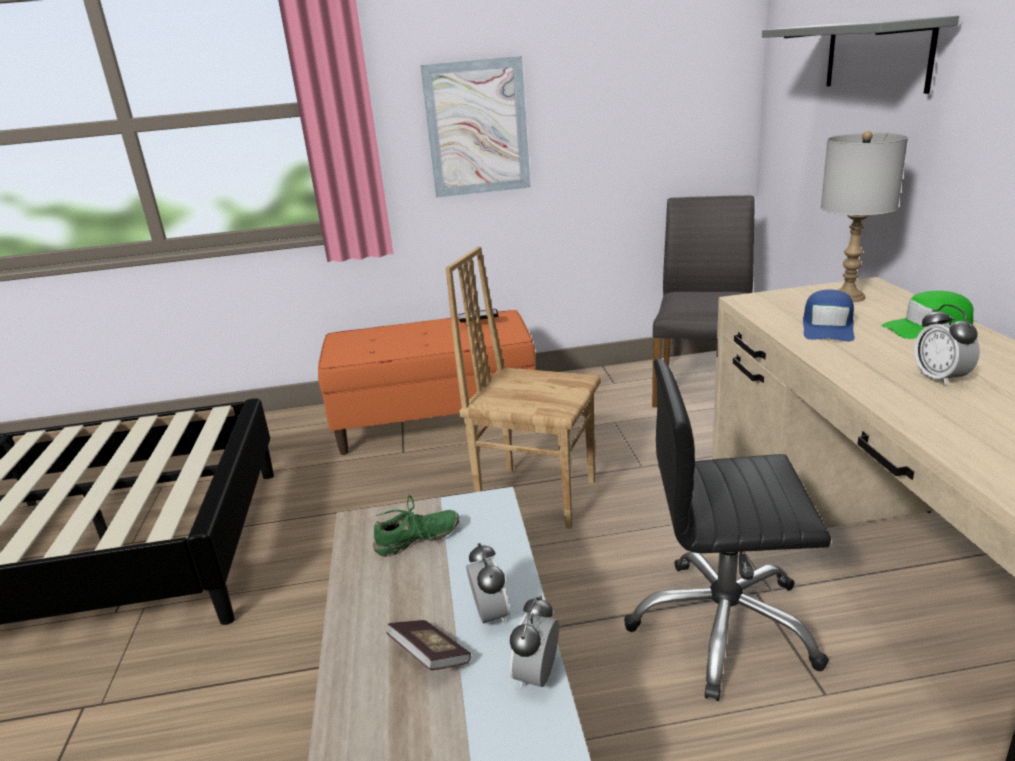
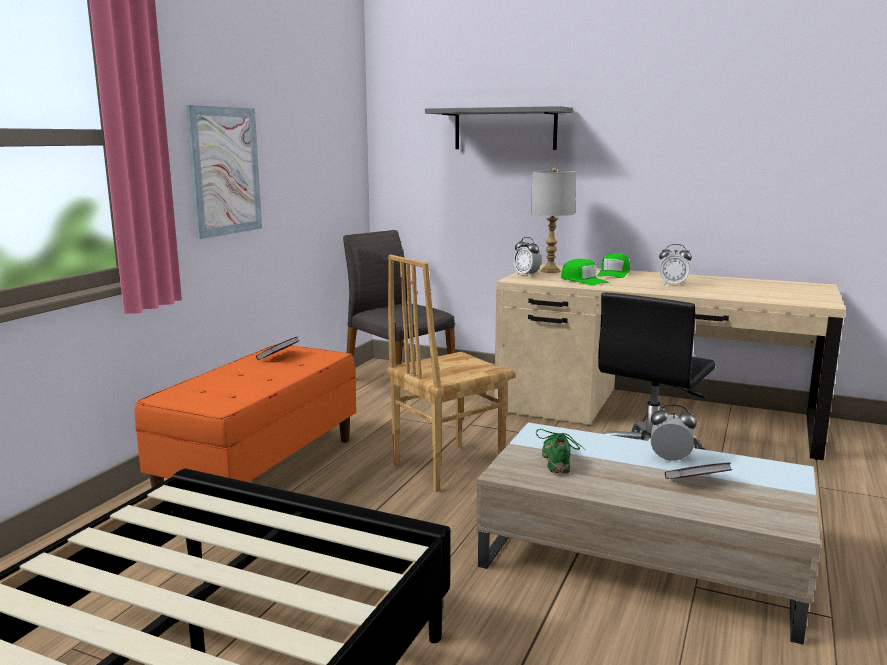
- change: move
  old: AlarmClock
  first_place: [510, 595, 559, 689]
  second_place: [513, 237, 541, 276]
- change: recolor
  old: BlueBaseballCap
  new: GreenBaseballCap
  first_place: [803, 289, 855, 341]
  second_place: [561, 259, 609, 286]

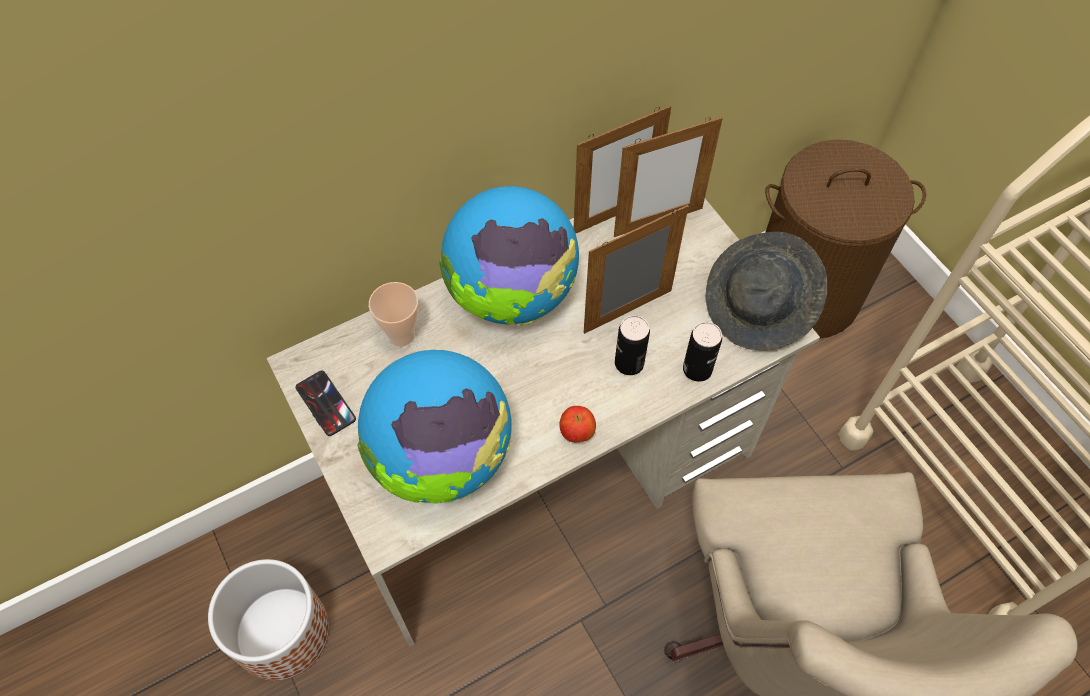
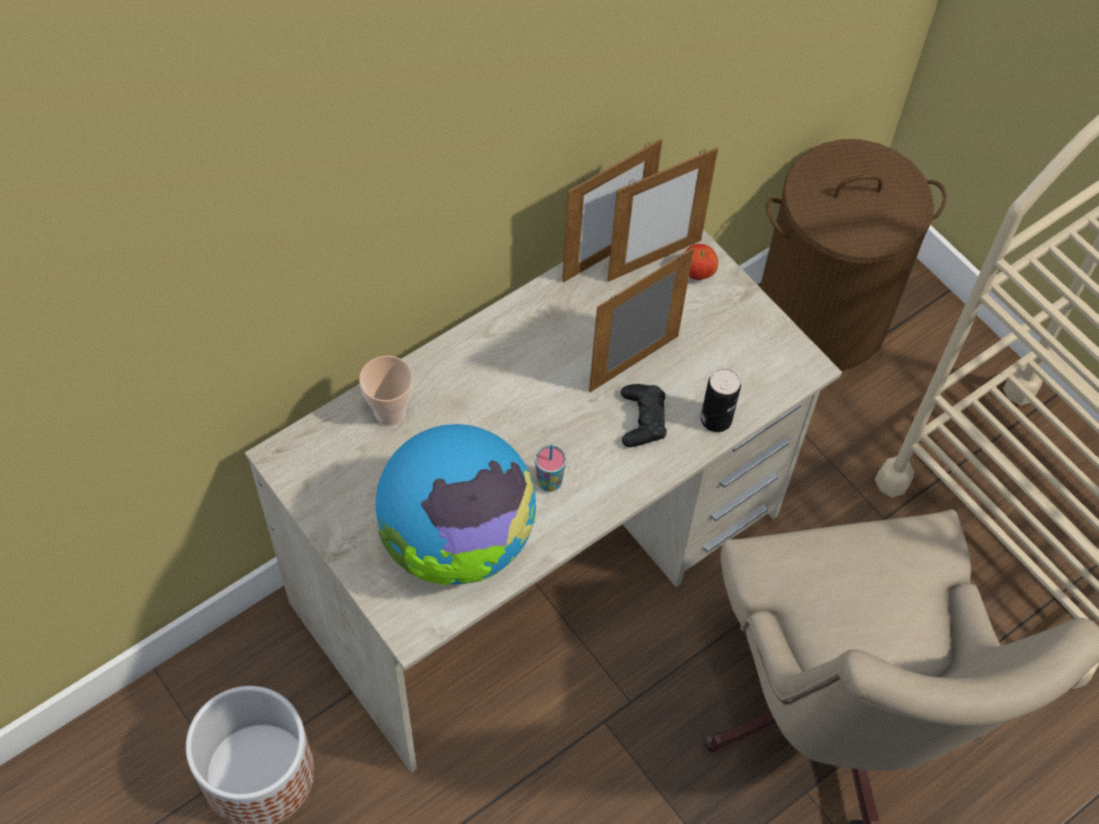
- change: delete
  old: Phone
  first_place: [296, 370, 356, 436]
- change: delete
  old: Globe
  first_place: [439, 186, 579, 326]
- change: move
  old: AppleFruit
  first_place: [559, 406, 596, 442]
  second_place: [685, 244, 718, 280]
- change: replace
  old: Can
  new: BlackColouredJoypad
  first_place: [615, 315, 650, 375]
  second_place: [621, 384, 667, 447]
- change: delete
  old: GreyHat
  first_place: [706, 232, 827, 350]
- change: insert
  new: DrinkingCup
  second_place: [535, 444, 567, 492]

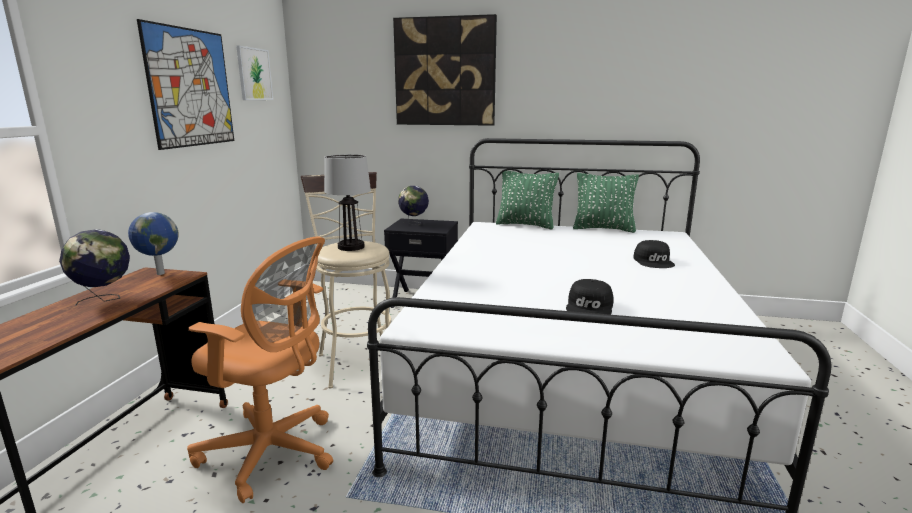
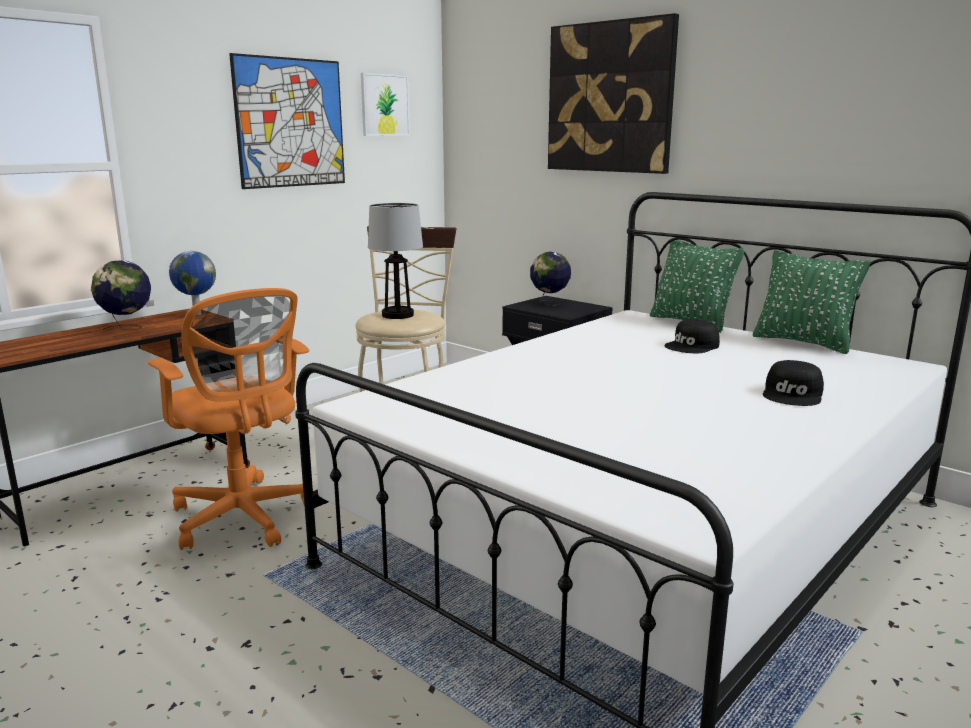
- change: move
  old: BlackColouredBaseballCap
  first_place: [566, 279, 614, 315]
  second_place: [664, 319, 720, 353]

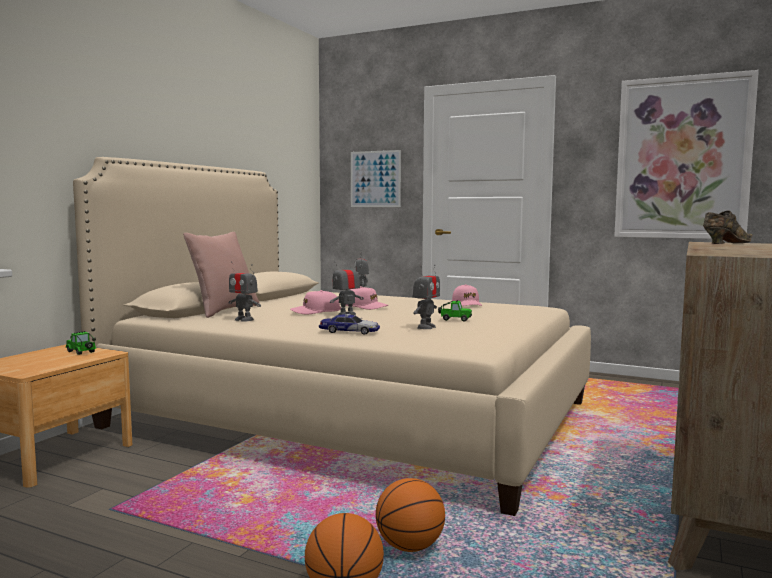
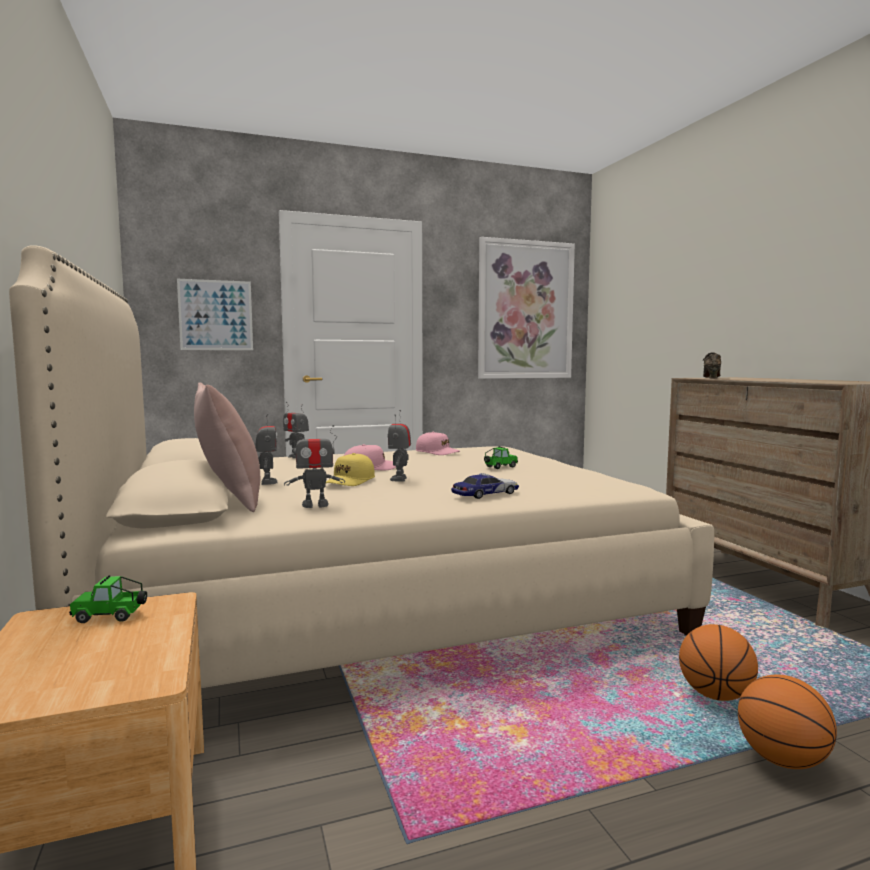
- change: recolor
  old: PinkBaseballCap
  new: YellowColouredBaseballCap
  first_place: [290, 290, 341, 315]
  second_place: [325, 453, 375, 486]
- change: move
  old: RobotFigure
  first_place: [413, 264, 440, 329]
  second_place: [255, 414, 278, 485]

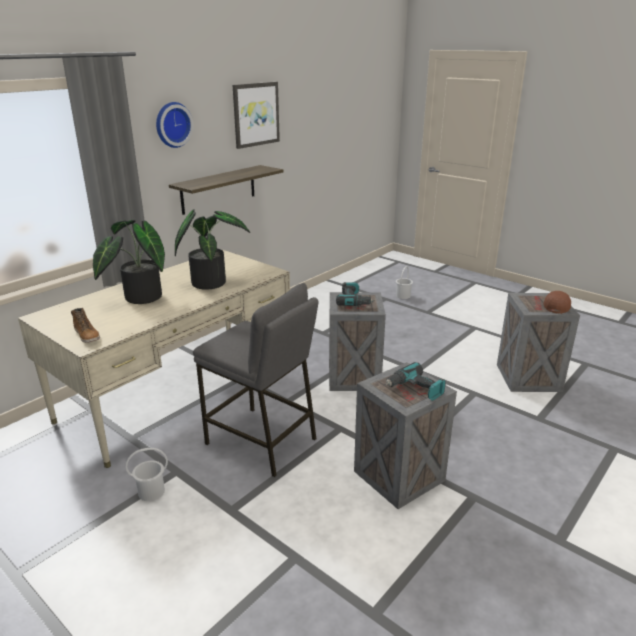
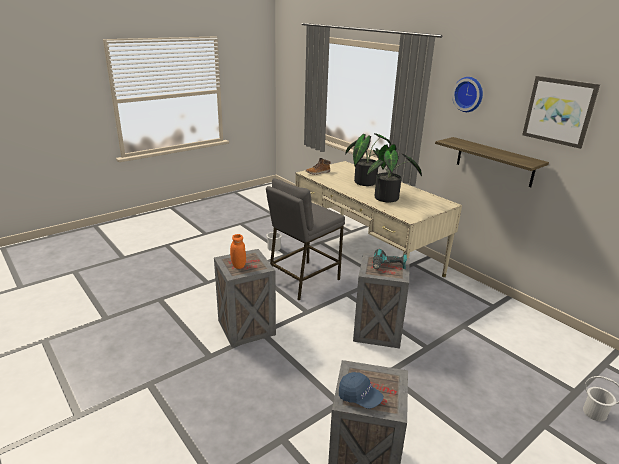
- change: replace
  old: PowerDrill
  new: OrangeJar
  first_place: [385, 362, 446, 401]
  second_place: [230, 234, 246, 269]
- change: recolor
  old: BrownishBaseballCap
  new: BlueBaseballCap
  first_place: [543, 291, 571, 314]
  second_place: [339, 372, 384, 409]

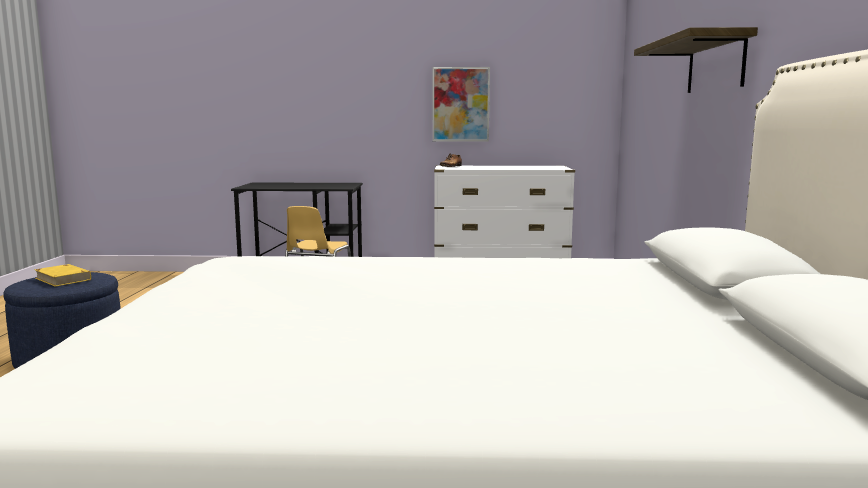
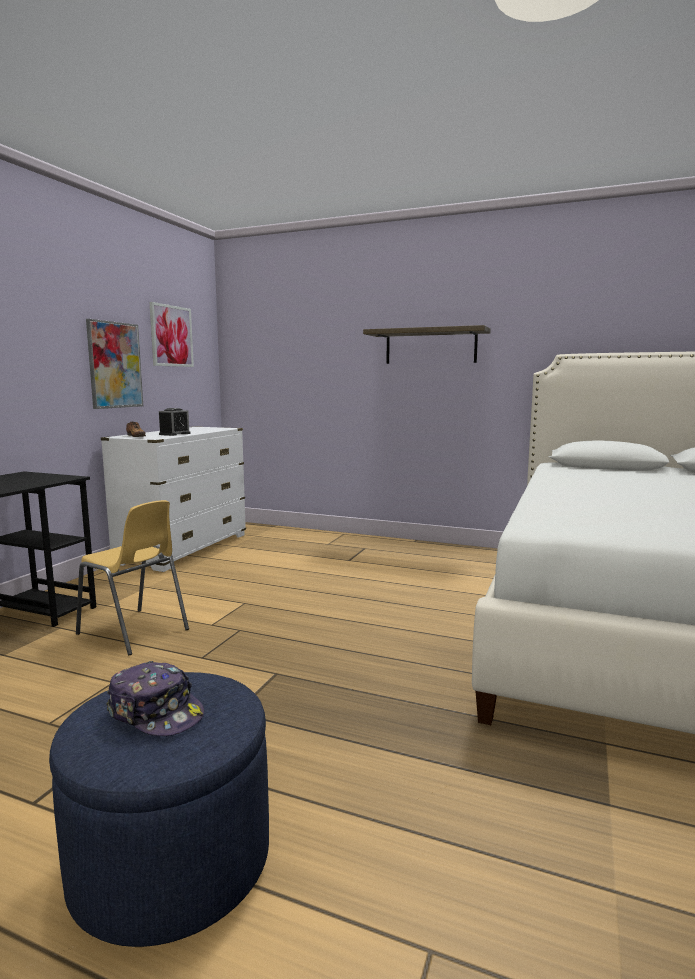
- change: replace
  old: YellowColouredVolume
  new: BaseballCap
  first_place: [34, 264, 91, 287]
  second_place: [106, 661, 204, 736]
- change: insert
  new: WallArt
  second_place: [149, 302, 194, 367]
- change: insert
  new: AlarmClock
  second_place: [159, 408, 191, 436]

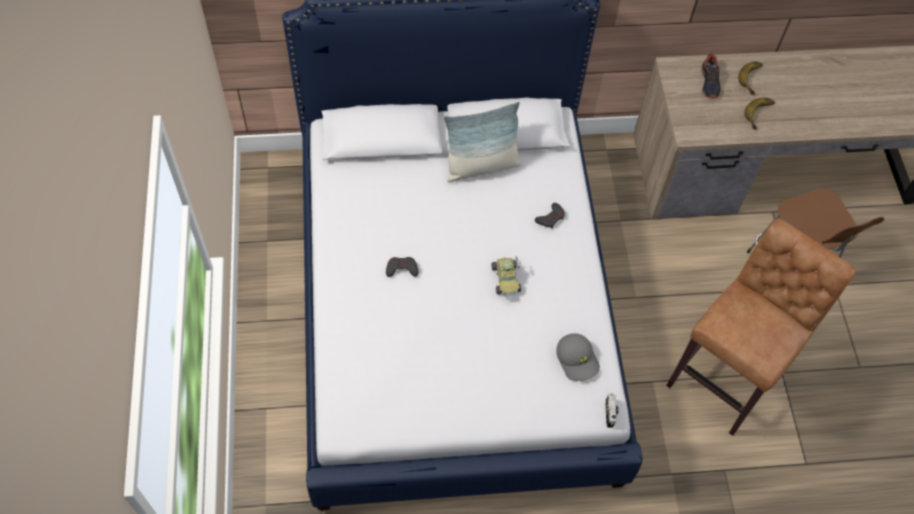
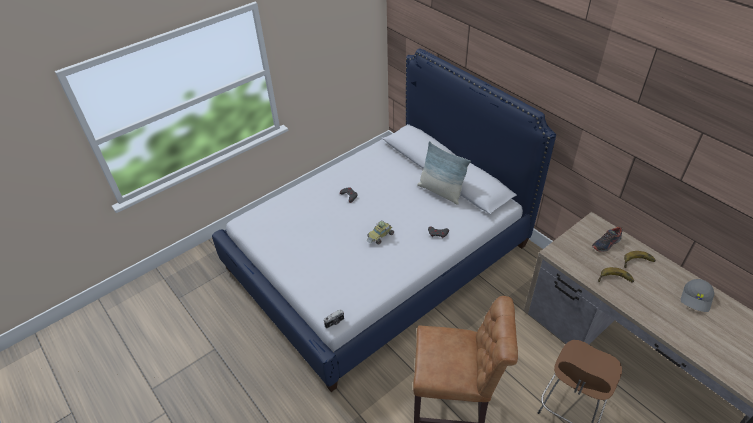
- change: move
  old: GreyBaseballCap
  first_place: [556, 333, 600, 381]
  second_place: [681, 279, 714, 312]

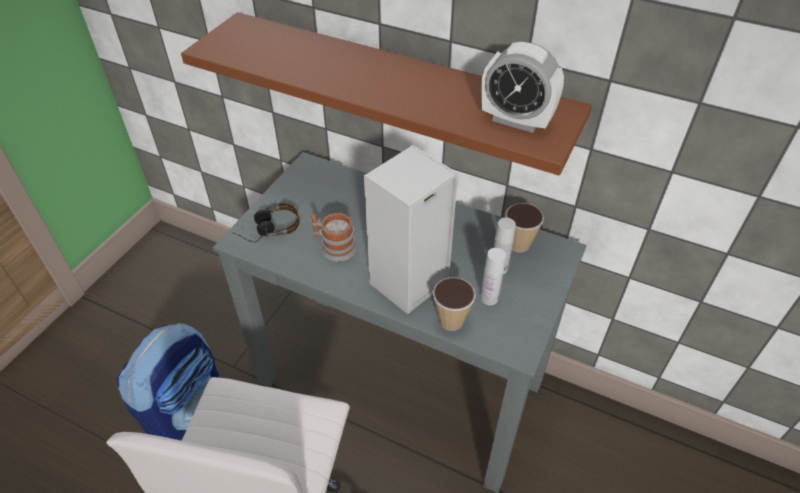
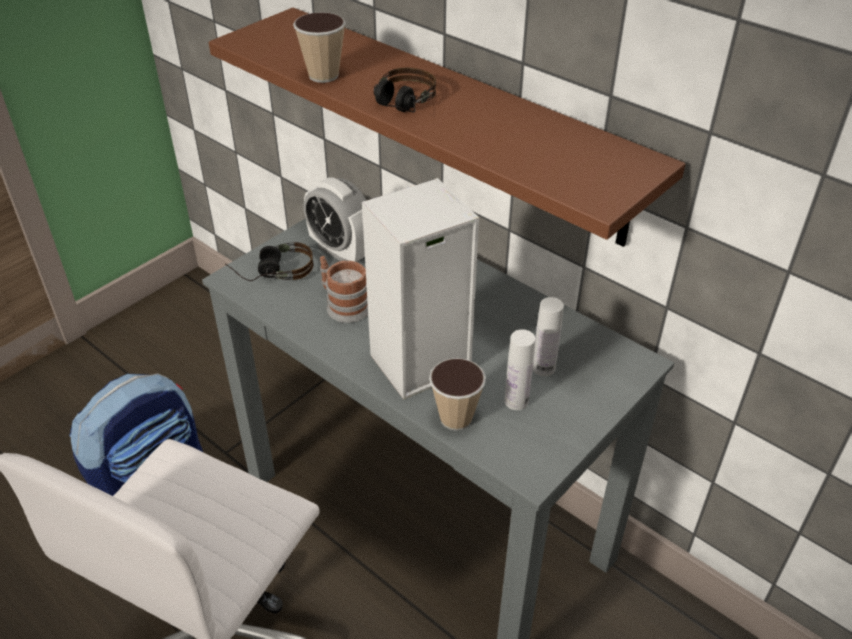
- change: move
  old: AlarmClock
  first_place: [481, 42, 564, 133]
  second_place: [304, 177, 367, 262]
- change: move
  old: DrinkingCup
  first_place: [505, 203, 544, 253]
  second_place: [293, 12, 346, 83]
- change: insert
  new: Headphones
  second_place: [374, 68, 436, 112]

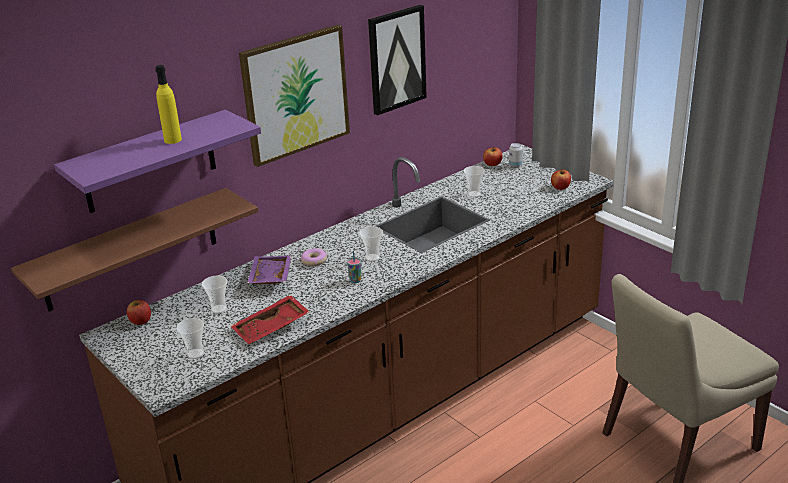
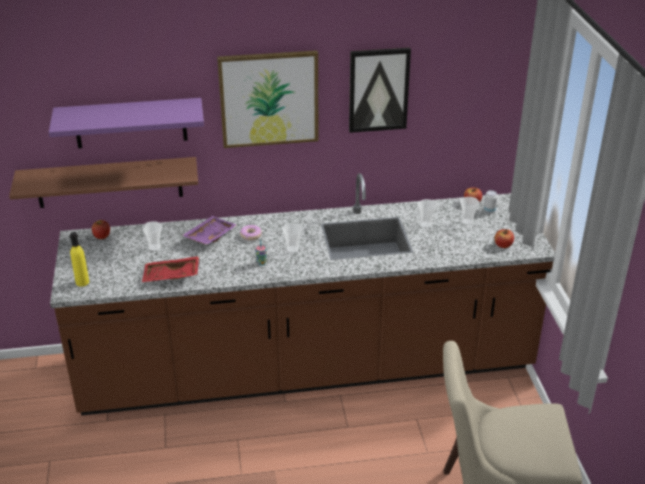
- change: move
  old: YellowColouredBeverageBottle
  first_place: [155, 65, 182, 144]
  second_place: [70, 232, 89, 287]
- change: move
  old: DrinkingCup
  first_place: [176, 318, 204, 359]
  second_place: [460, 197, 479, 225]

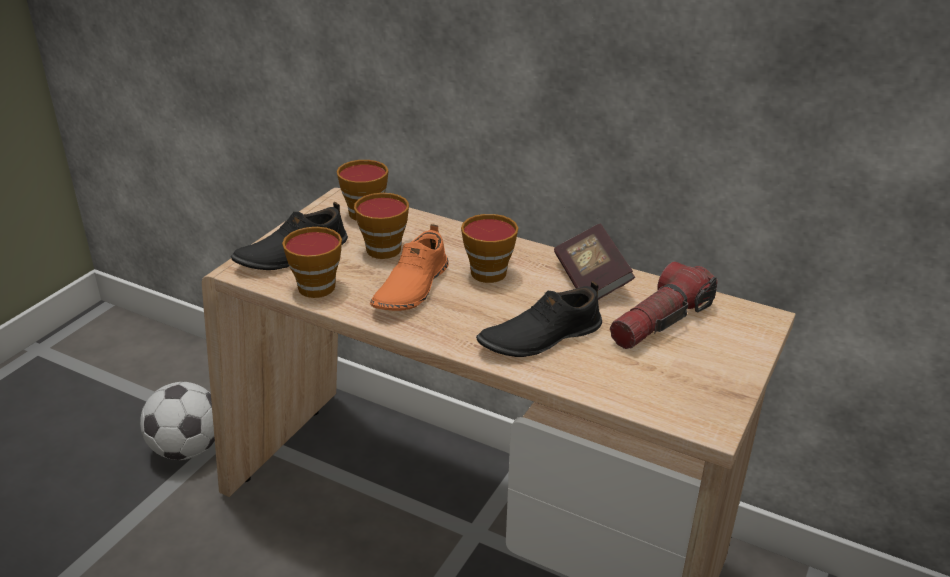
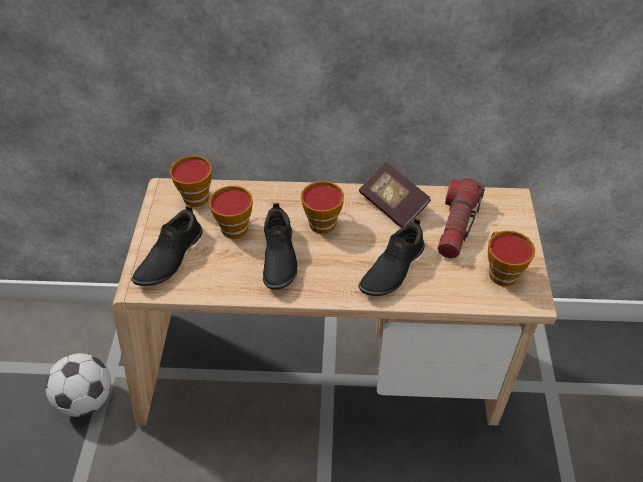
- change: move
  old: DrinkingCup
  first_place: [282, 227, 342, 298]
  second_place: [488, 231, 535, 286]
- change: recolor
  old: OrangeItemOfFootwear
  new: BlackColouredItemOfFootwear
  first_place: [370, 224, 449, 311]
  second_place: [263, 203, 297, 290]

